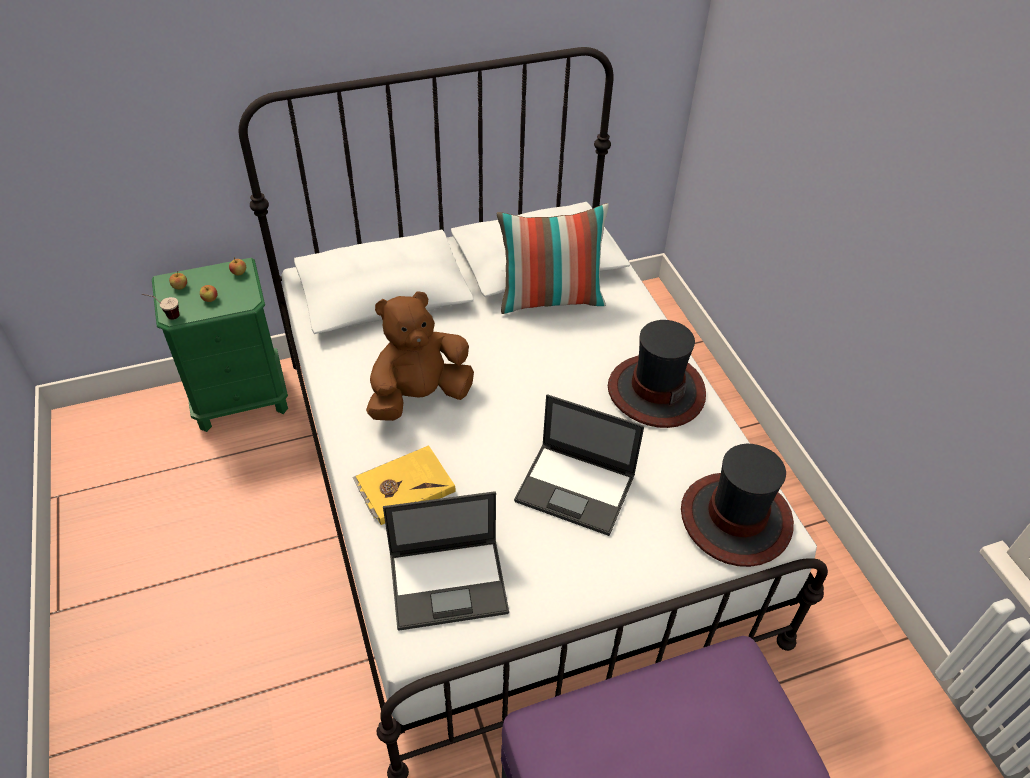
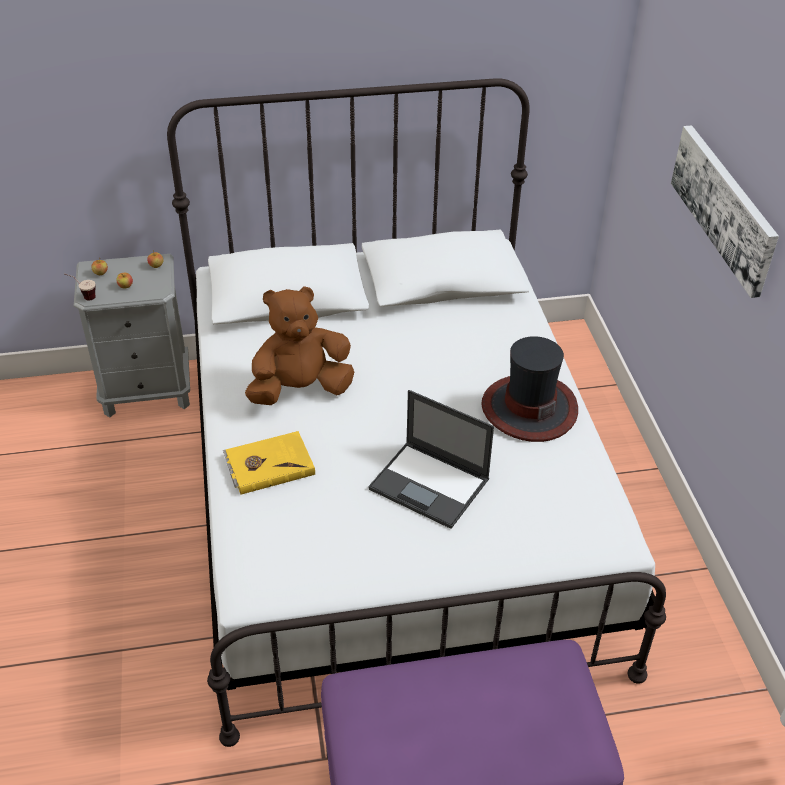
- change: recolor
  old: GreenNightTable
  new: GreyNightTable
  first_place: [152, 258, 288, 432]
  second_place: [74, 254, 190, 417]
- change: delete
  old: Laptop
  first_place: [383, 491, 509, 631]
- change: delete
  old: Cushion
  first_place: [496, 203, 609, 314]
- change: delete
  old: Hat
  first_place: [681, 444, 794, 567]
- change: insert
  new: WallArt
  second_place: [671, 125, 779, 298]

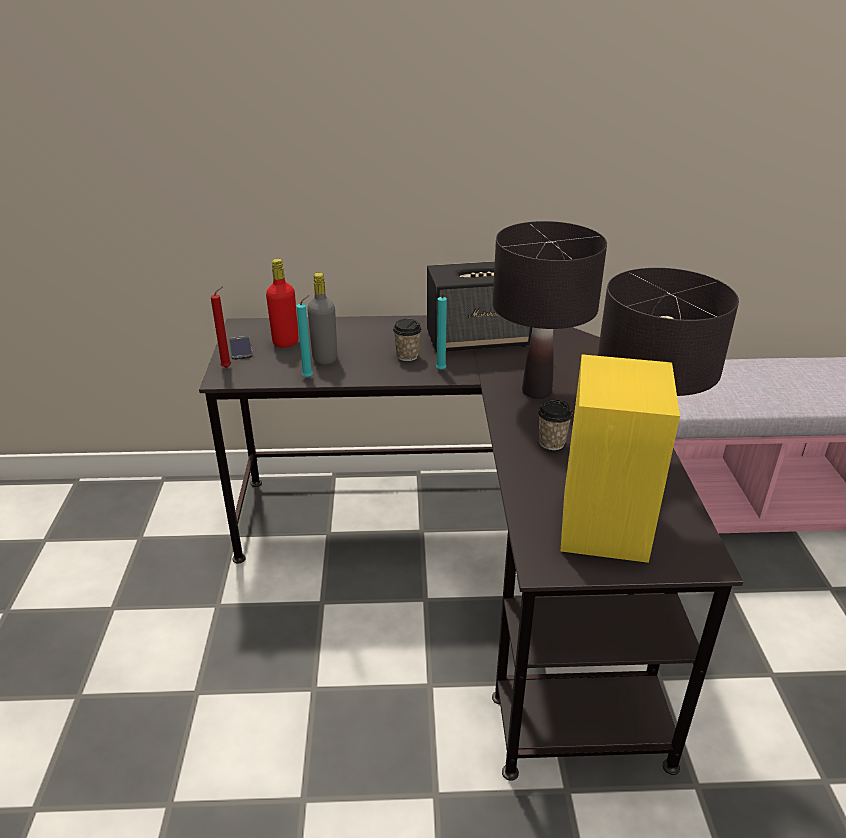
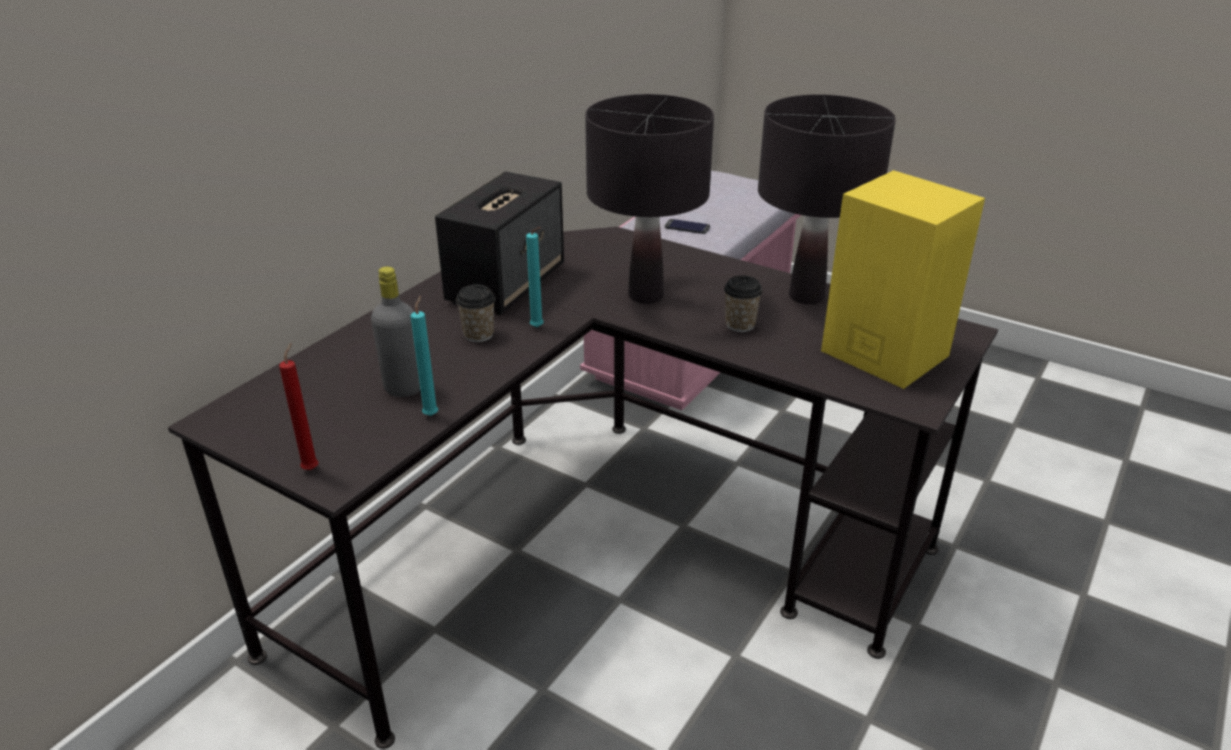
- change: move
  old: Phone
  first_place: [229, 336, 253, 360]
  second_place: [665, 219, 710, 234]
- change: delete
  old: RedBeverageBottle
  first_place: [266, 259, 298, 348]

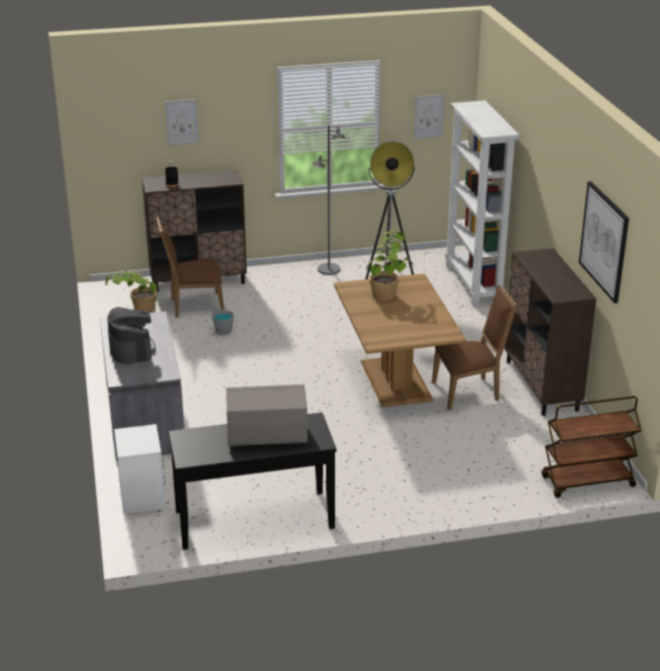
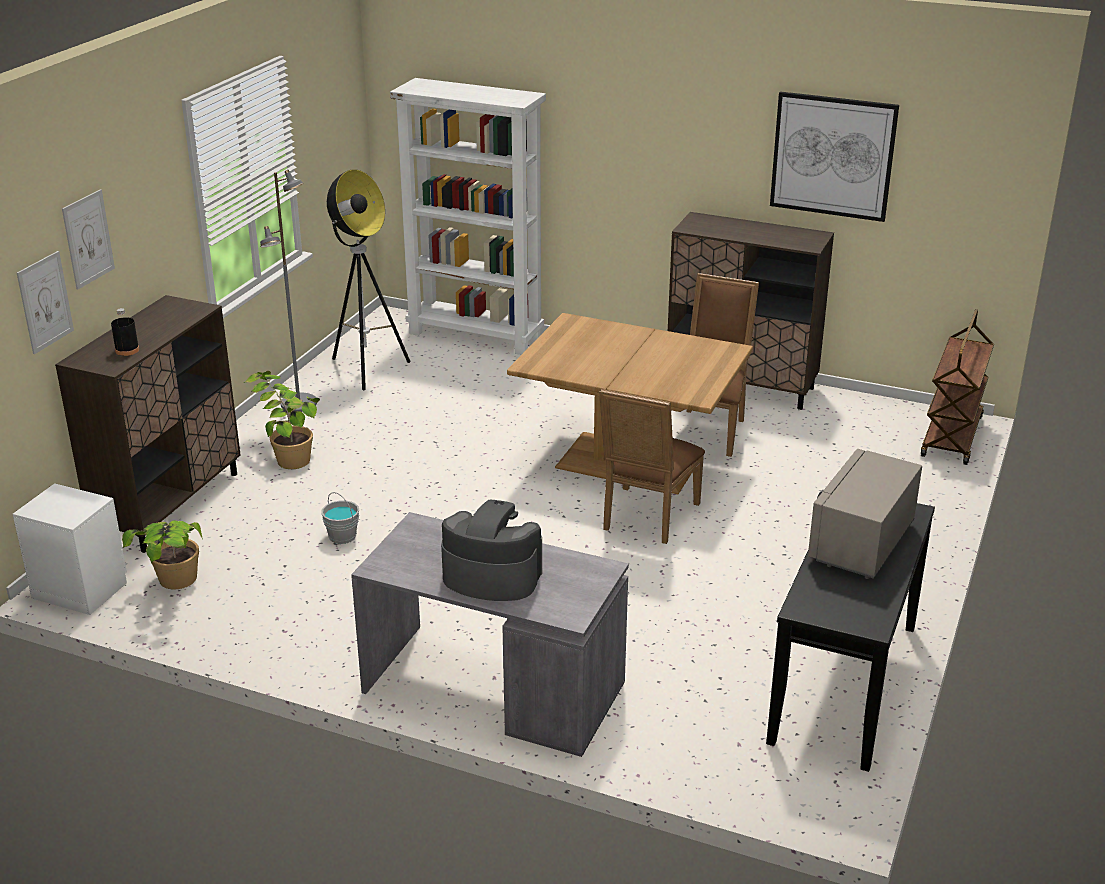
- change: move
  old: WhiteColouredNightTable
  first_place: [114, 424, 165, 514]
  second_place: [13, 483, 127, 615]
- change: move
  old: BrownishPlainChair
  first_place: [156, 215, 224, 318]
  second_place: [599, 389, 705, 544]
- change: move
  old: PottedPlant
  first_place: [366, 231, 414, 301]
  second_place: [245, 371, 320, 469]
- change: move
  old: WallArt
  first_place: [414, 95, 445, 139]
  second_place: [17, 251, 74, 354]

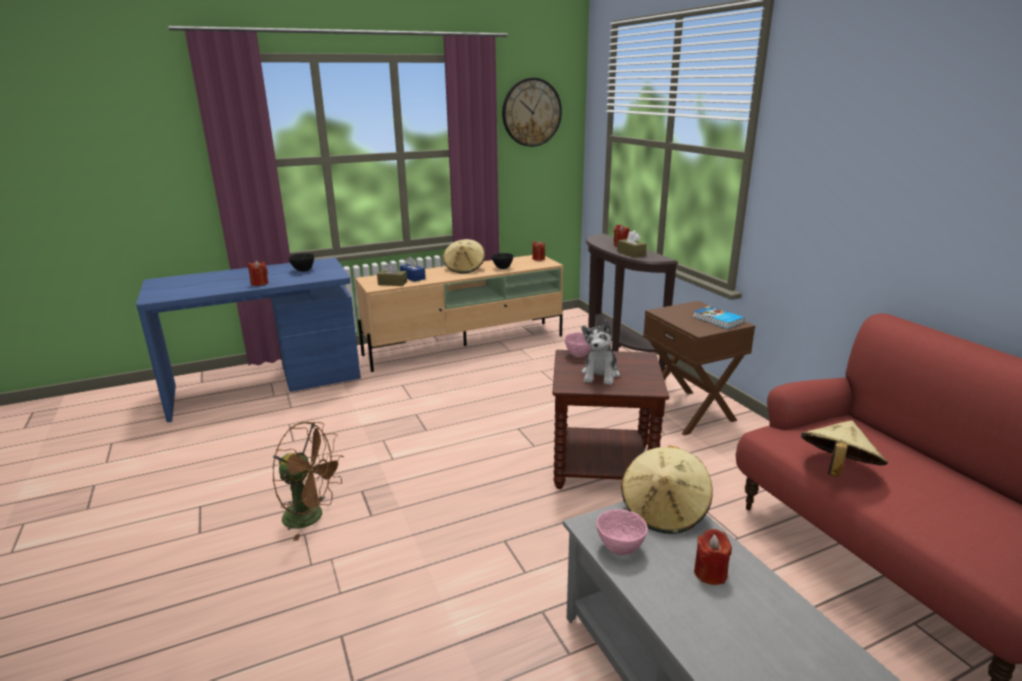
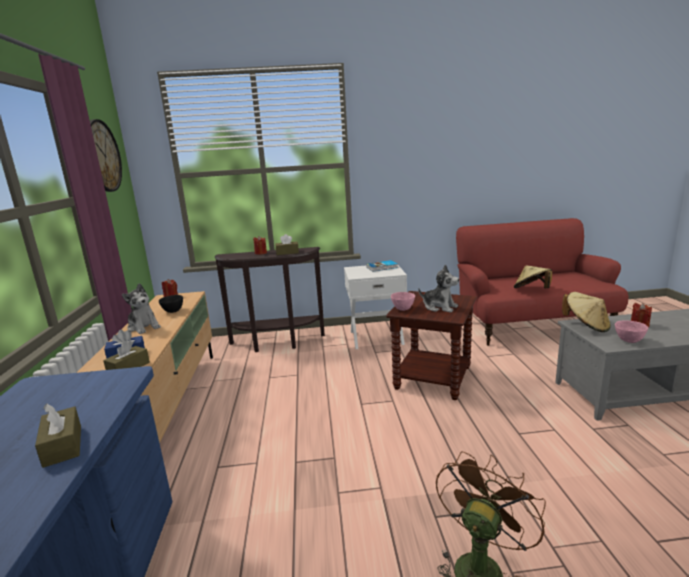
- change: replace
  old: RedWaxLight
  new: BrownishTissueBox
  first_place: [248, 260, 269, 286]
  second_place: [35, 404, 81, 468]
- change: delete
  old: BlackColouredBowl
  first_place: [288, 253, 315, 272]
- change: replace
  old: SandColouredHat
  new: SoftToy
  first_place: [443, 239, 485, 273]
  second_place: [122, 283, 161, 334]
- change: recolor
  old: BrownishNightTable
  new: WhiteColouredNightTable
  first_place: [643, 301, 755, 436]
  second_place: [344, 265, 407, 349]

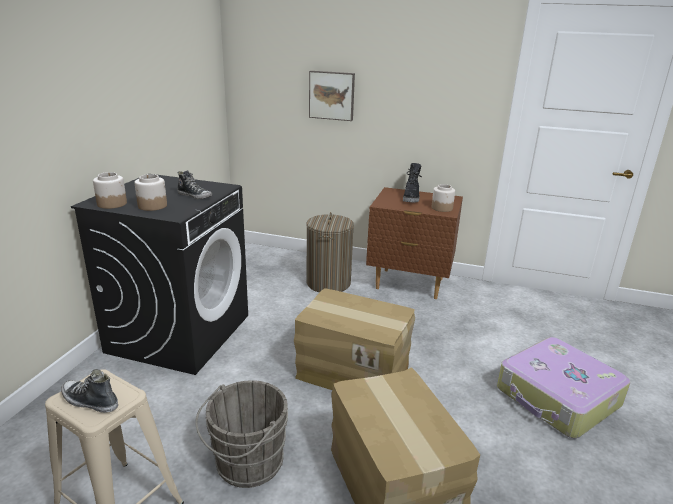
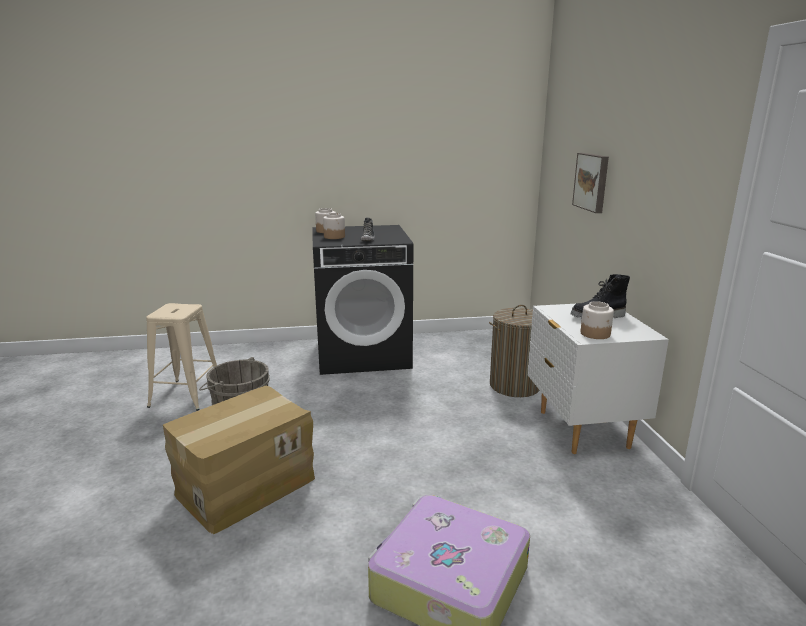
- change: delete
  old: ItemOfFootwear
  first_place: [61, 369, 118, 413]
- change: delete
  old: Carton
  first_place: [294, 288, 415, 390]
- change: recolor
  old: BrownishNightTable
  new: WhiteColouredNightTable
  first_place: [366, 187, 463, 299]
  second_place: [528, 304, 669, 454]

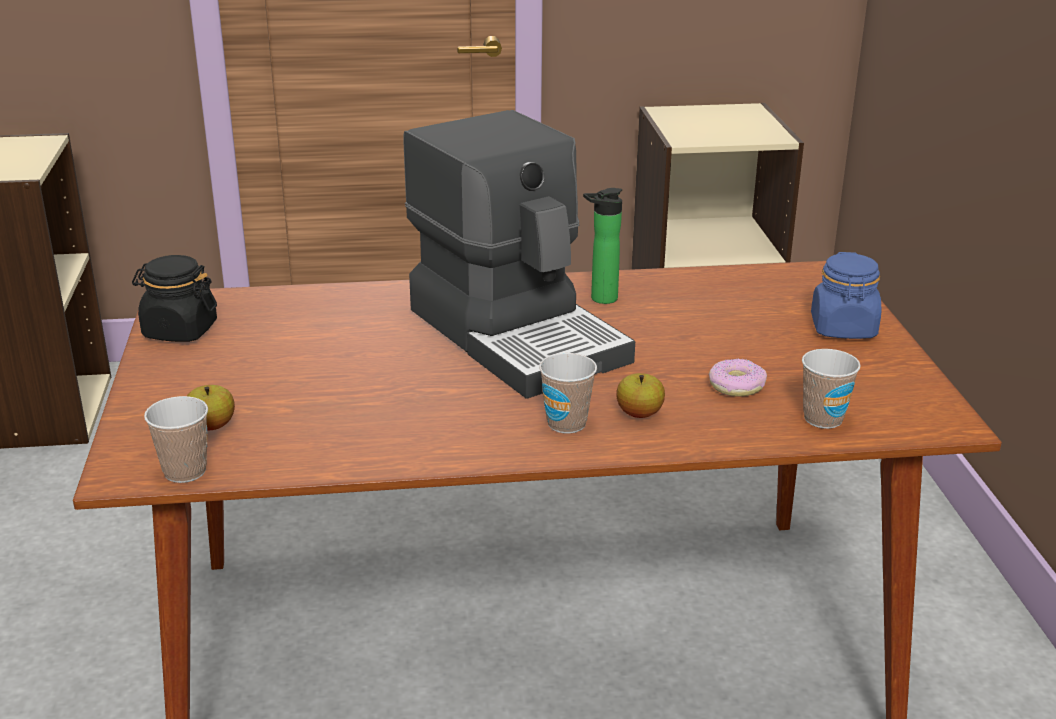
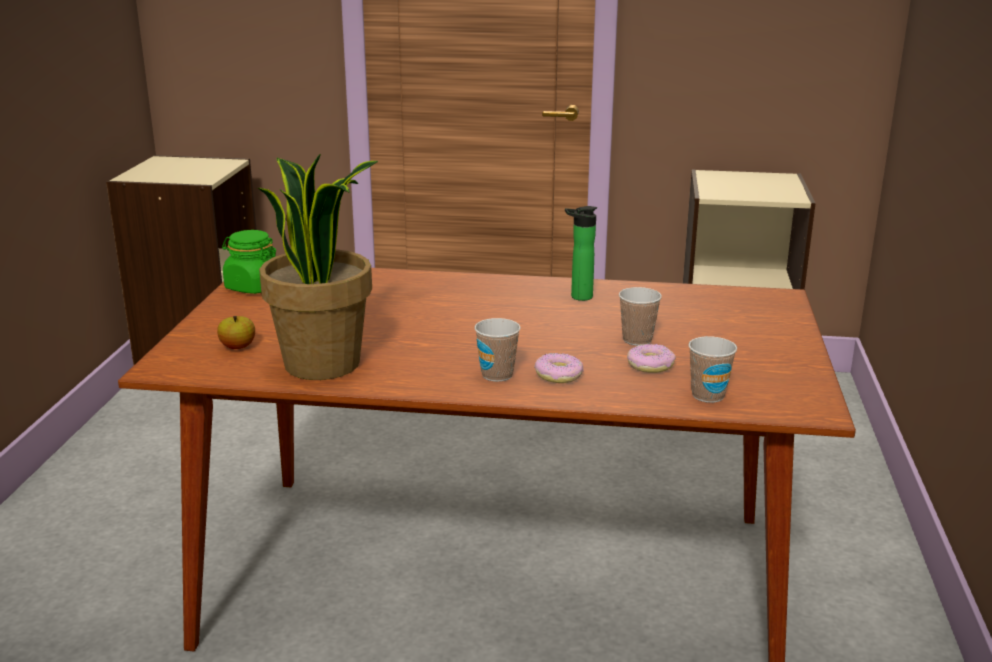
- change: recolor
  old: BlackColouredJar
  new: GreenJar
  first_place: [132, 255, 217, 342]
  second_place: [222, 230, 276, 294]
- change: move
  old: DrinkingCup
  first_place: [144, 396, 208, 483]
  second_place: [619, 287, 662, 346]
- change: delete
  old: CoffeeMachine
  first_place: [403, 110, 635, 399]
- change: replace
  old: AppleFruit
  new: Donut
  first_place: [616, 373, 665, 418]
  second_place: [534, 353, 584, 383]
- change: delete
  old: BlueJar
  first_place: [811, 252, 881, 339]
- change: insert
  new: PottedPlant
  second_place: [257, 153, 378, 380]

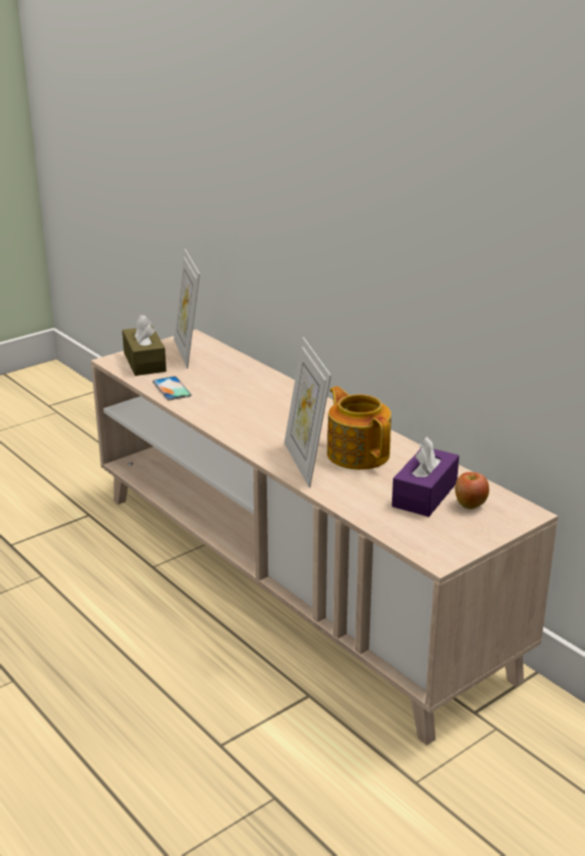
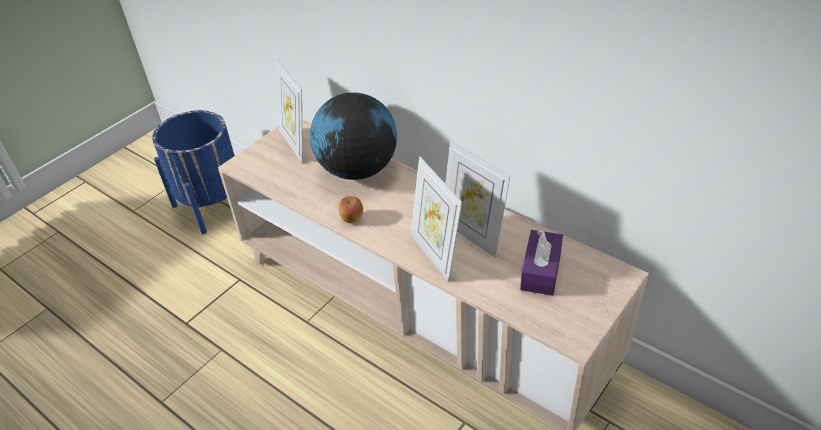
- change: delete
  old: BrownishTissueBox
  first_place: [122, 315, 166, 376]
- change: delete
  old: Phone
  first_place: [152, 376, 192, 400]
- change: replace
  old: Teapot
  new: PhotoFrame
  first_place: [327, 386, 391, 470]
  second_place: [445, 141, 510, 258]
- change: move
  old: AppleFruit
  first_place: [455, 472, 489, 509]
  second_place: [338, 196, 363, 223]
- change: insert
  new: BluePlantPot
  second_place: [152, 110, 235, 234]
- change: insert
  new: Globe
  second_place: [310, 92, 397, 180]

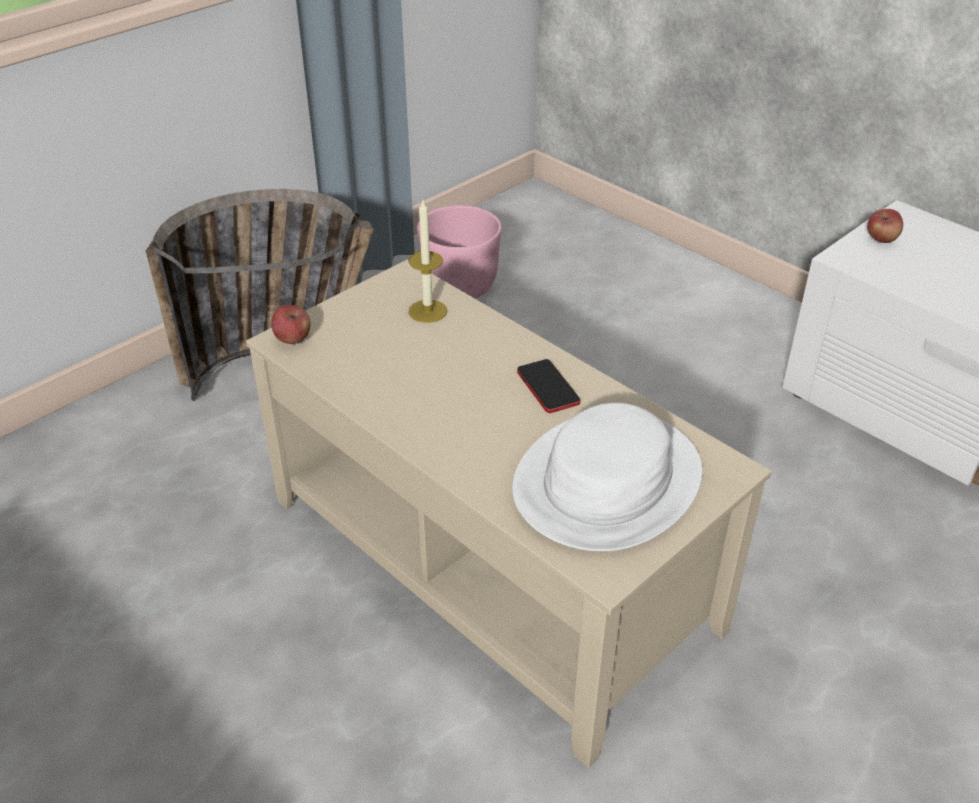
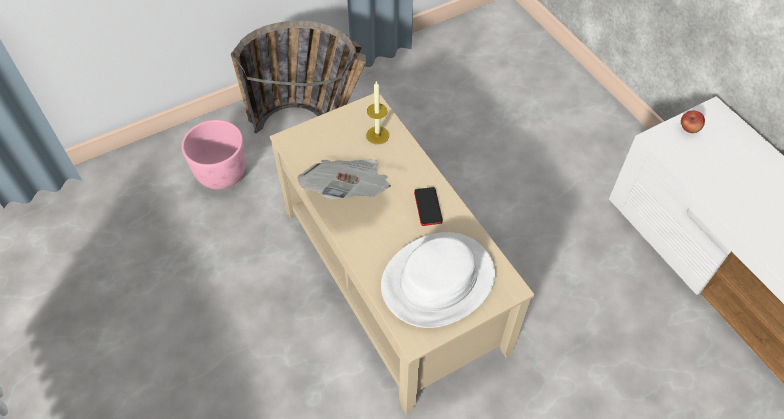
- change: delete
  old: AppleFruit
  first_place: [271, 305, 311, 344]
- change: move
  old: PinkPlantPot
  first_place: [417, 205, 501, 299]
  second_place: [182, 120, 246, 190]
- change: insert
  new: Newspaper
  second_place: [298, 159, 391, 199]

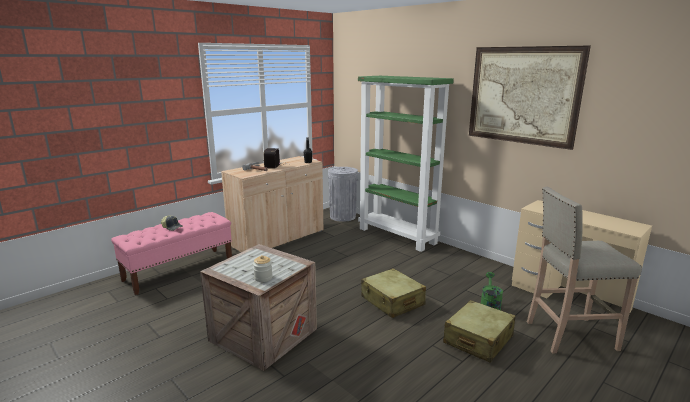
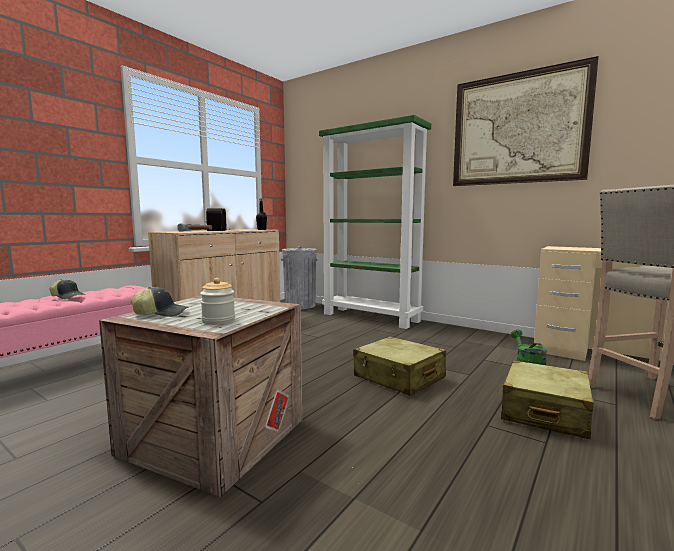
- change: insert
  new: BaseballCap
  second_place: [130, 287, 189, 317]

